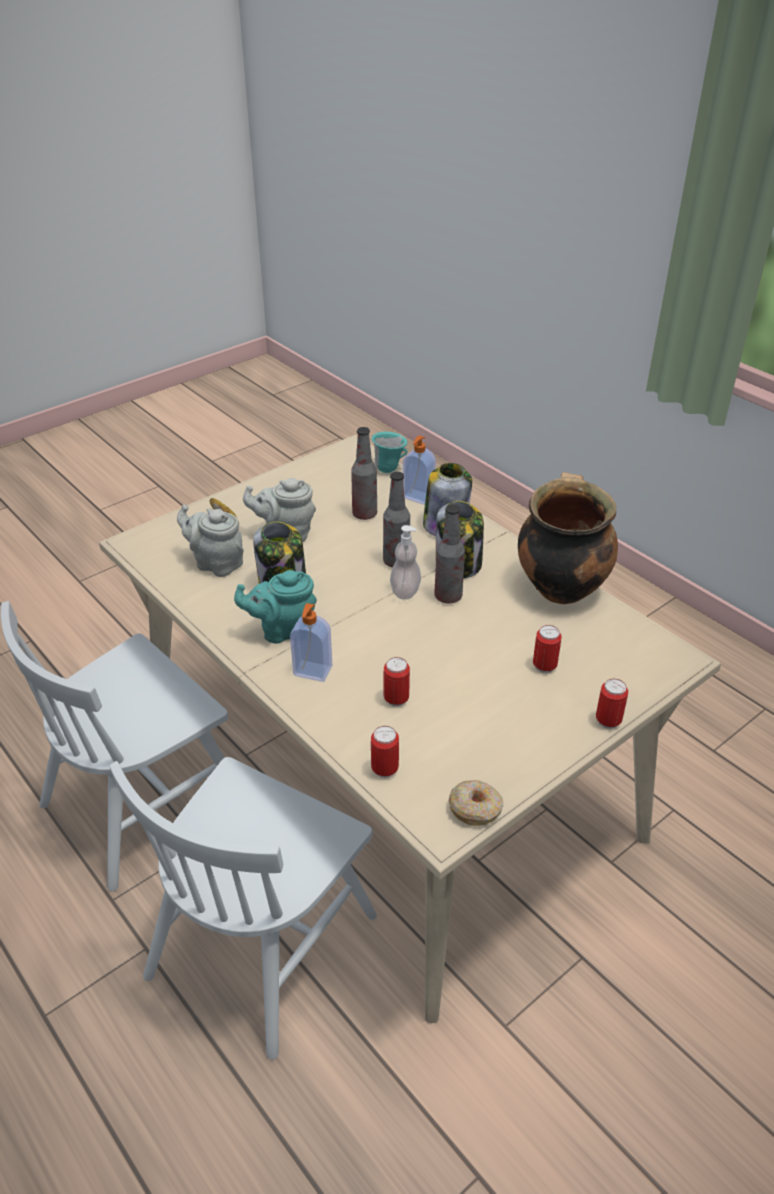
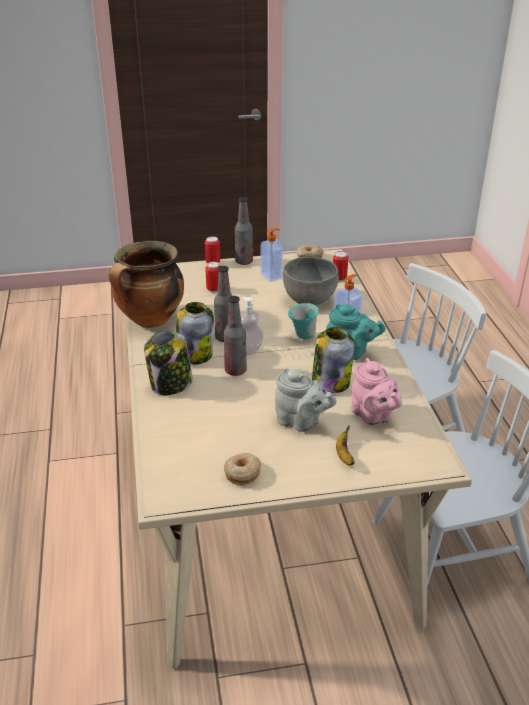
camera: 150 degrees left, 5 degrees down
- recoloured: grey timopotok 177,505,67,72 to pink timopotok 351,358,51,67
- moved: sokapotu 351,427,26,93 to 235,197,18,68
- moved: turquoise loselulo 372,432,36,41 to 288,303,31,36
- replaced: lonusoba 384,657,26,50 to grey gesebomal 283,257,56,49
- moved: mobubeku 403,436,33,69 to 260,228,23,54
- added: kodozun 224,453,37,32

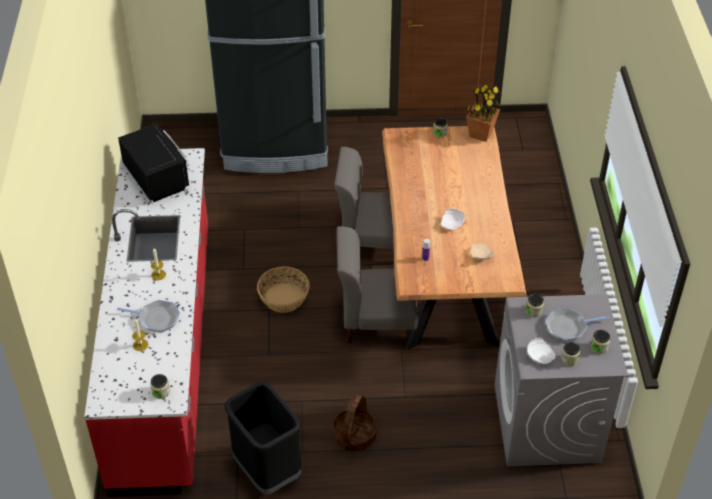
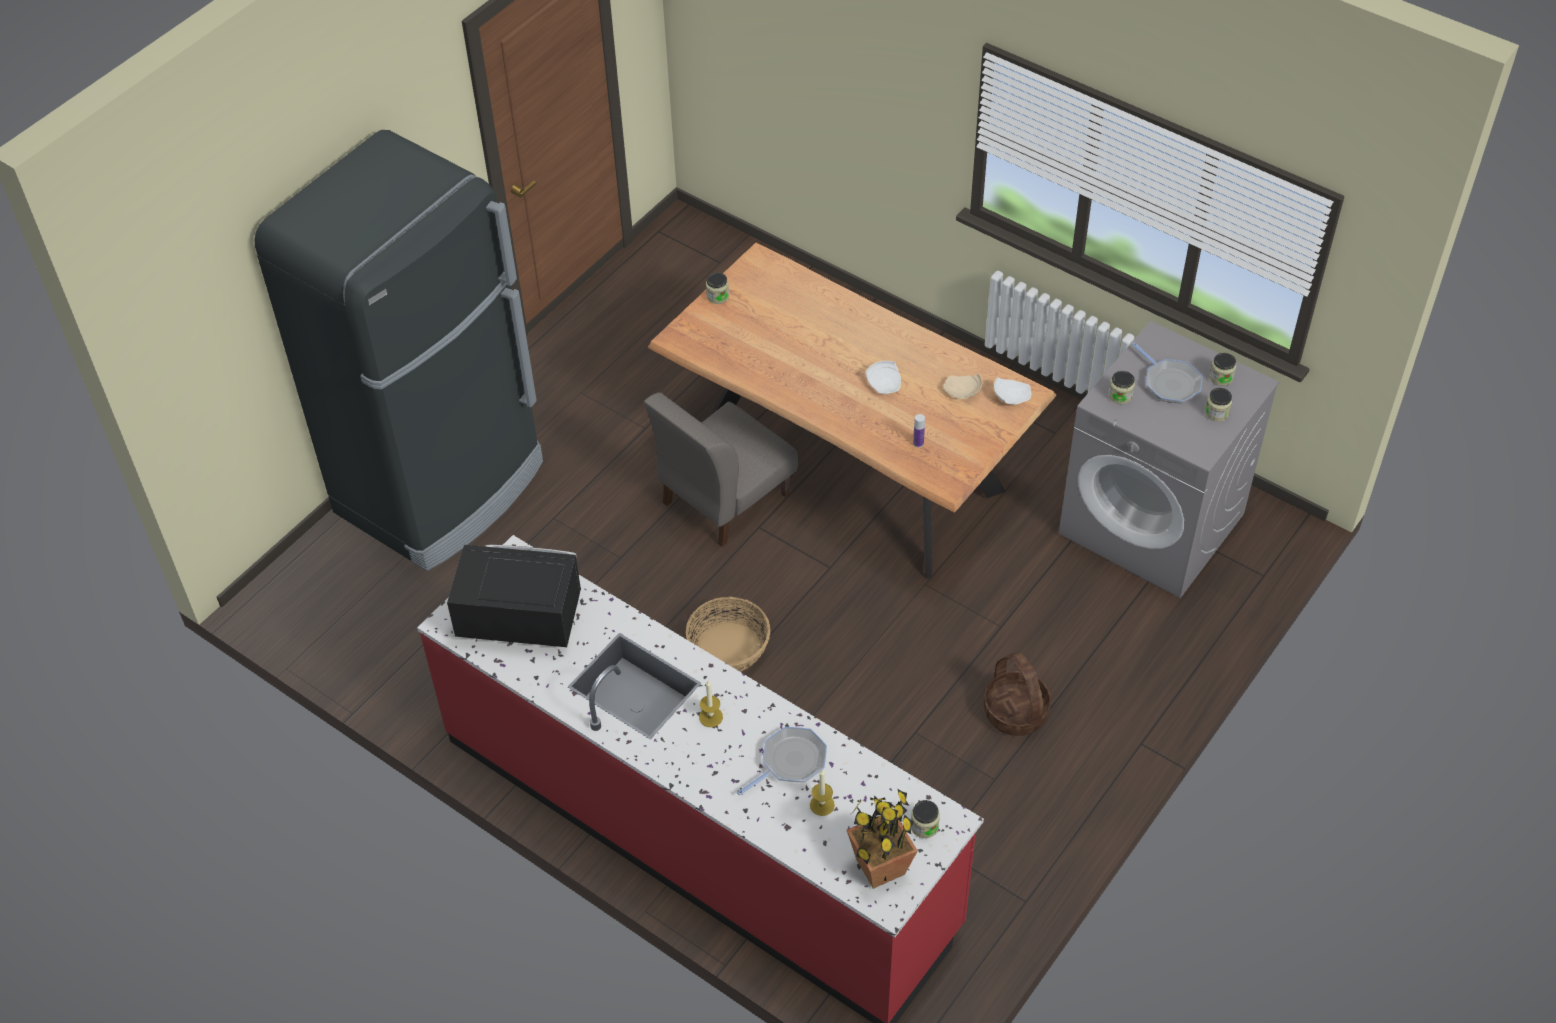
camera: 50 degrees left, 5 degrees up
- removed: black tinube 224,382,77,113
- removed: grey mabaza 337,226,81,117
- moved: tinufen 466,84,34,58 to 847,788,71,101
- moved: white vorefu 527,338,29,26 to 994,377,37,28
- turned: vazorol 545,308,64,33 = 1132,343,70,60 60 degrees counterclockwise

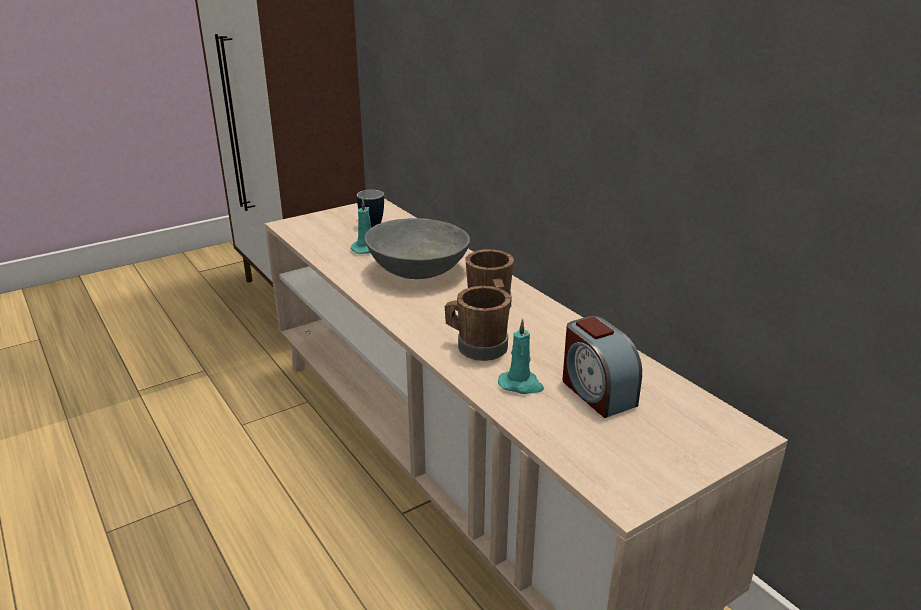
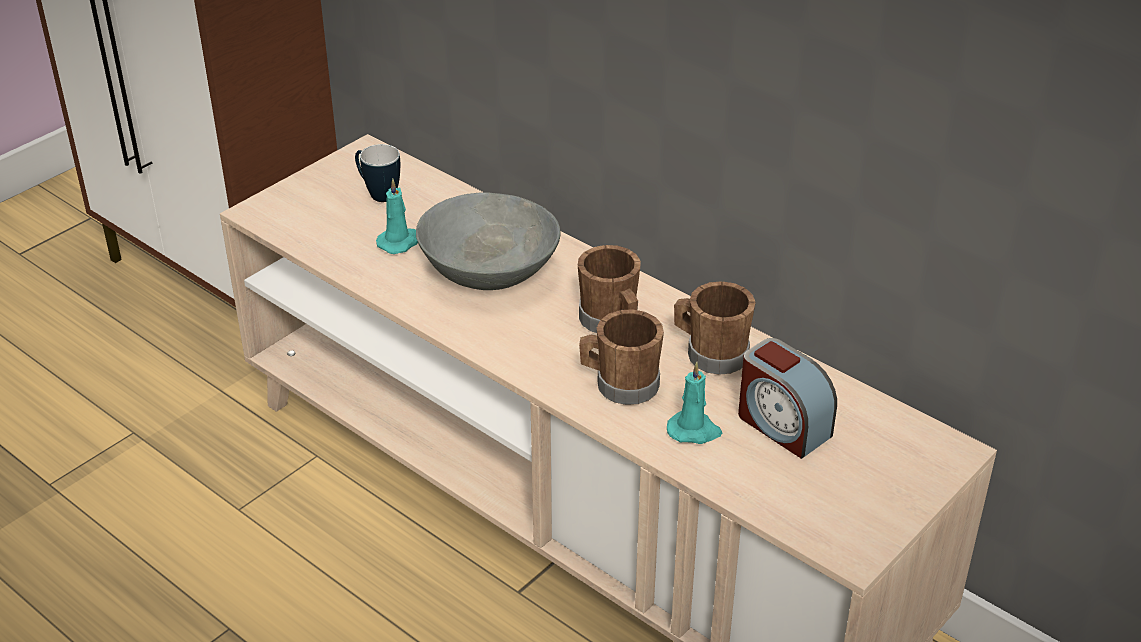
camera: 15 degrees left, 10 degrees up
- added: brown loselulo 674,281,81,94

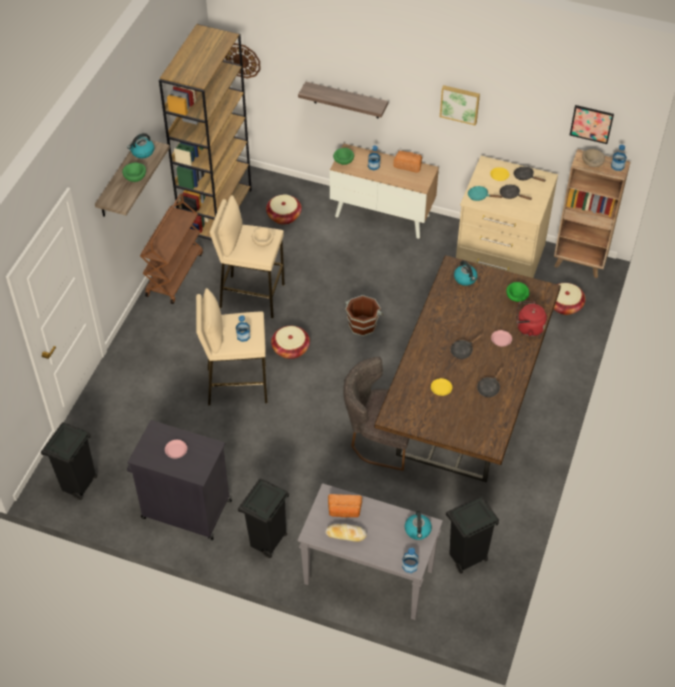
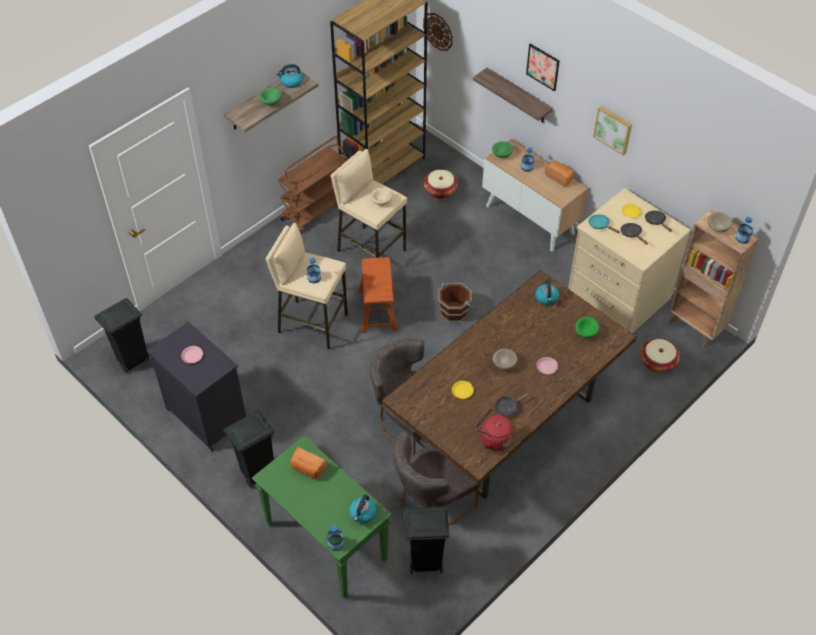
camera: 25 degrees right, 0 degrees up
- replaced: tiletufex 271,326,39,33 to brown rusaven 359,257,39,76
- recoloured: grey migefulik 298,483,145,137 to green migefulik 252,436,140,162
- removed: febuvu 325,524,42,18
- replaced: black vazorol 451,334,32,25 to beige gesebomal 493,349,24,21
- moved: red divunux 516,301,31,35 to 476,409,37,42
- moved: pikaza 570,105,44,39 to 526,43,34,48
- added: grey mabaza 393,431,88,94

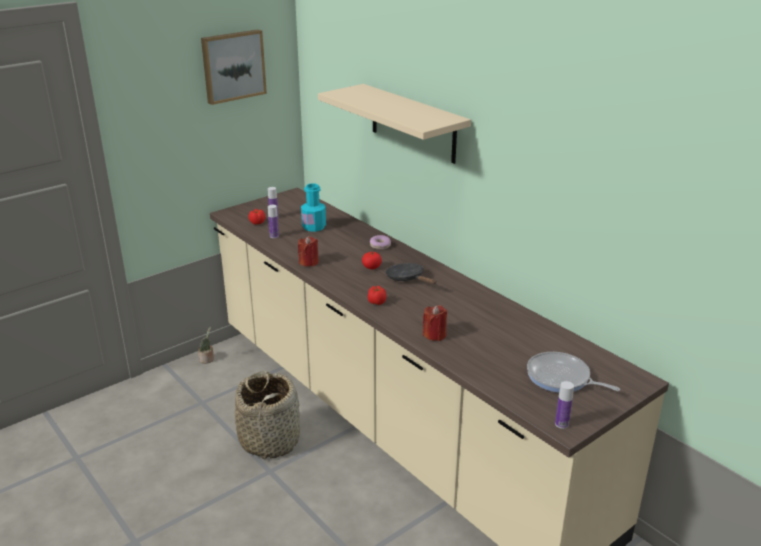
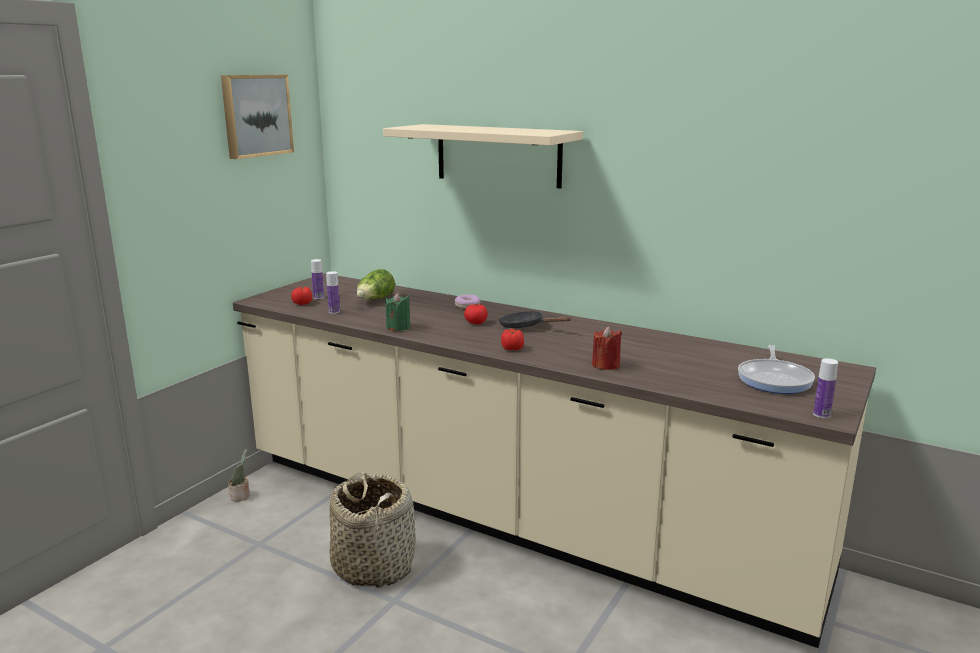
camera: 20 degrees left, 10 degrees down
- recoloured: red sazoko 298,236,21,31 to green sazoko 385,293,26,38
- replaced: turquoise sokapotu 301,183,25,49 to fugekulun 357,269,38,30
- turned: vazorol 527,352,93,41 = 738,345,77,49 90 degrees counterclockwise

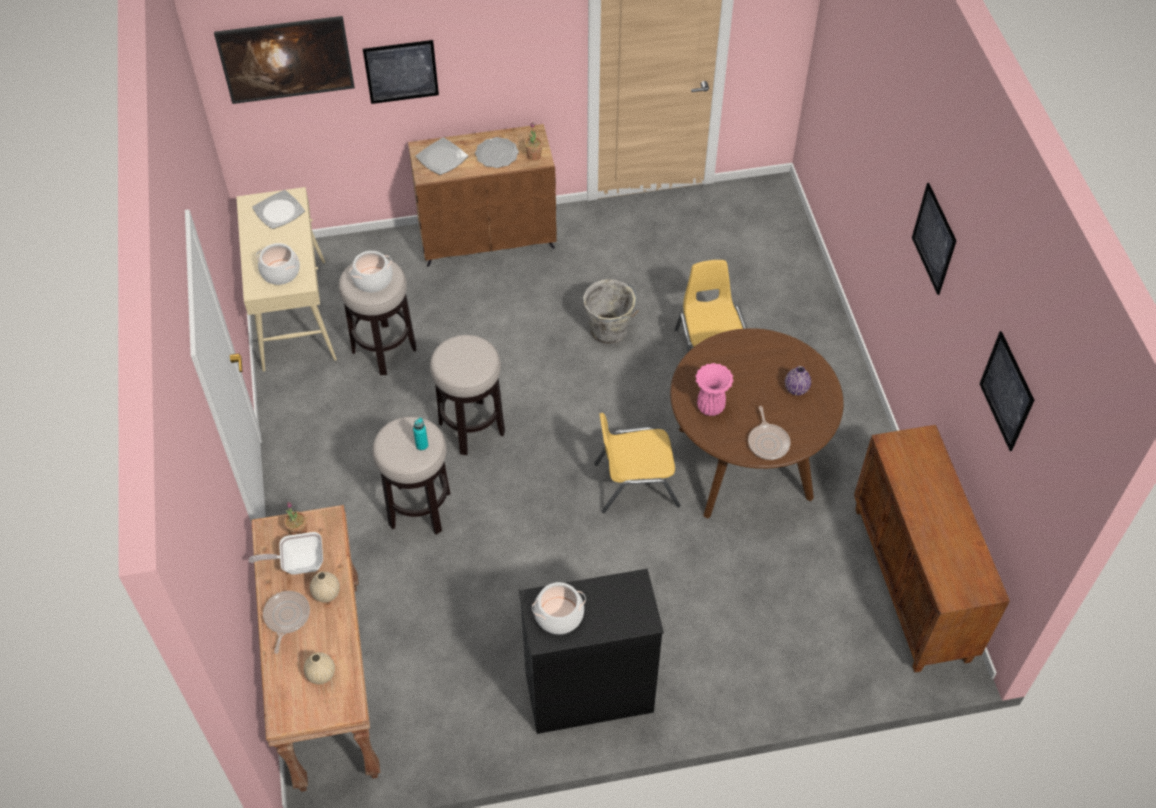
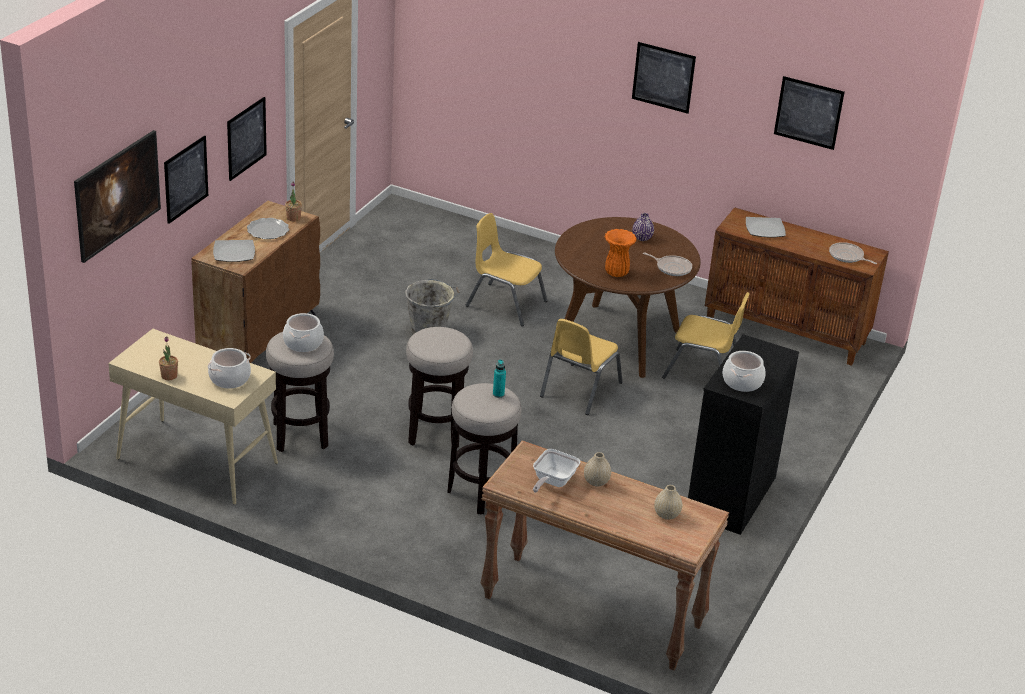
camera: 55 degrees left, 20 degrees down
- moved: vorefu 252,190,53,39 to 746,217,40,21
- moved: vazorol 263,591,47,63 to 829,242,48,22
- moved: tinufen 284,502,23,33 to 159,336,19,44
- recoloured: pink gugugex 695,363,39,53 to orange gugugex 605,229,32,48
- added: pikaza 227,97,40,84
- added: yellow mabaza 662,292,88,87

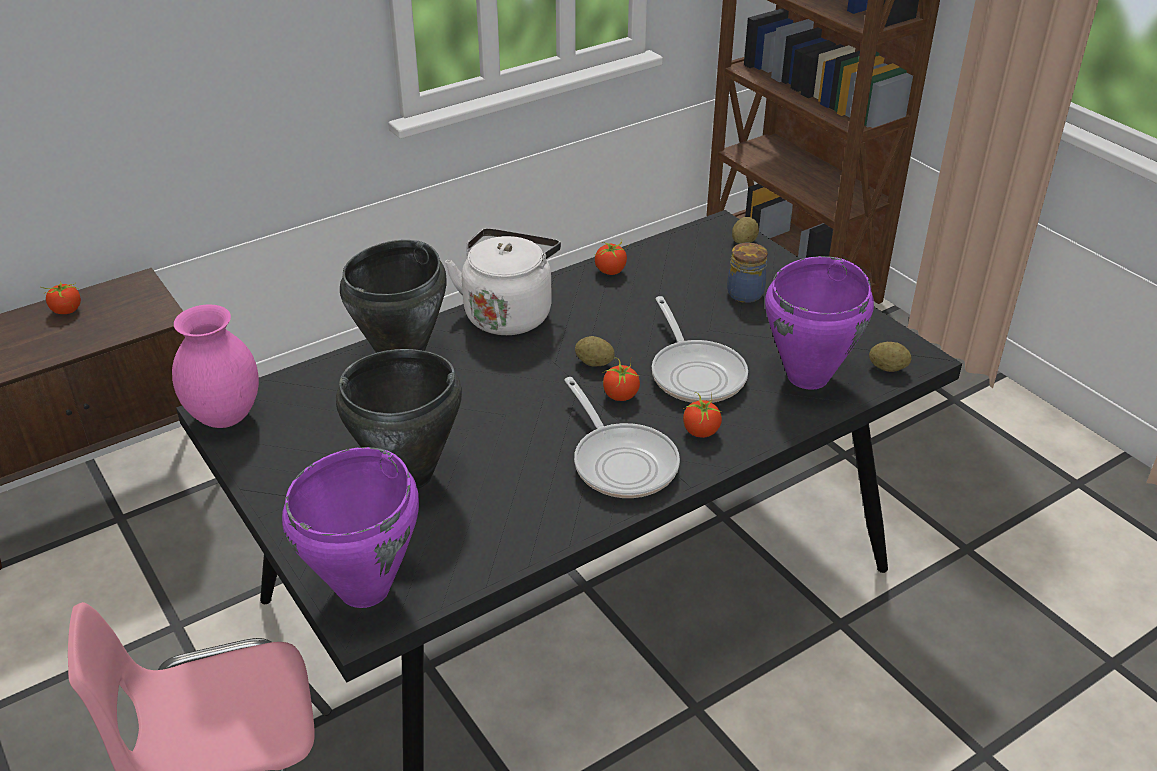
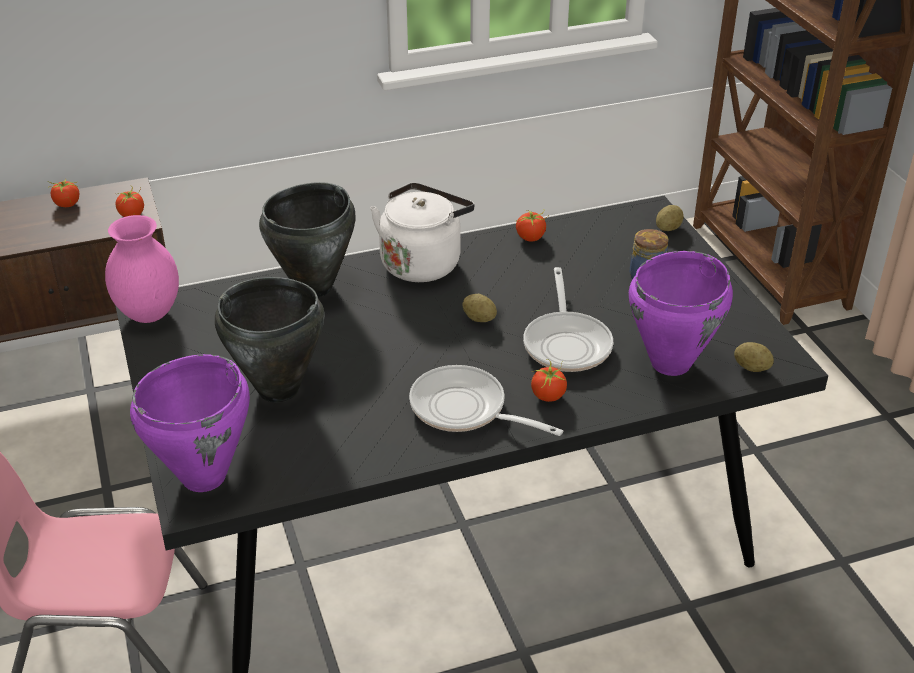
camera: 15 degrees right, 0 degrees up
- turned: vazorol 564,377,116,121 = 409,365,154,71 135 degrees clockwise
- moved: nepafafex 603,358,37,43 to 115,185,29,32

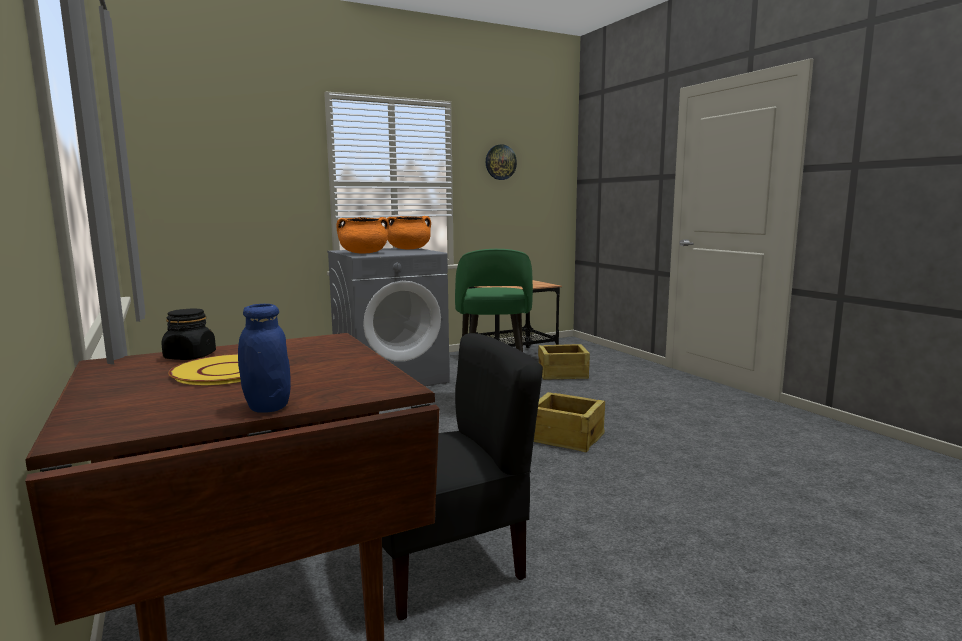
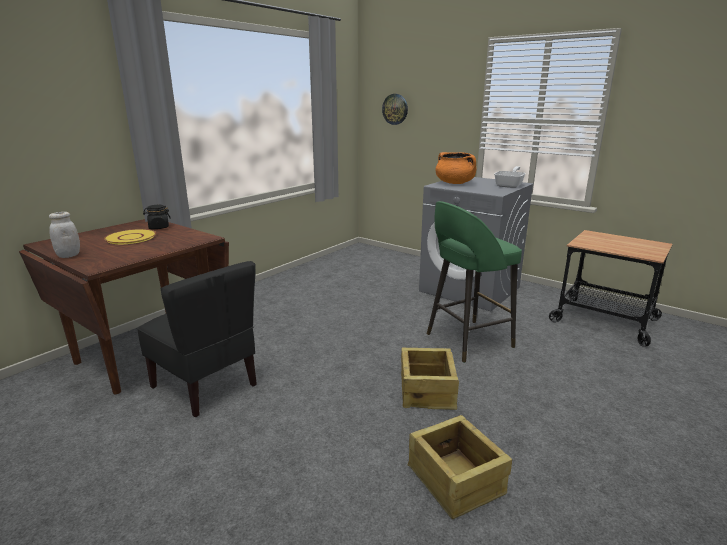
camera: 65 degrees right, 10 degrees up
- recoloured: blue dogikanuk 238,304,53,109 to white dogikanuk 49,212,31,46
- replaced: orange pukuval 387,216,44,33 to vazorol 494,166,32,22
- moved: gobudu 486,144,31,36 to 382,94,26,31
- moved: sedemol 538,344,52,36 to 407,415,105,104

